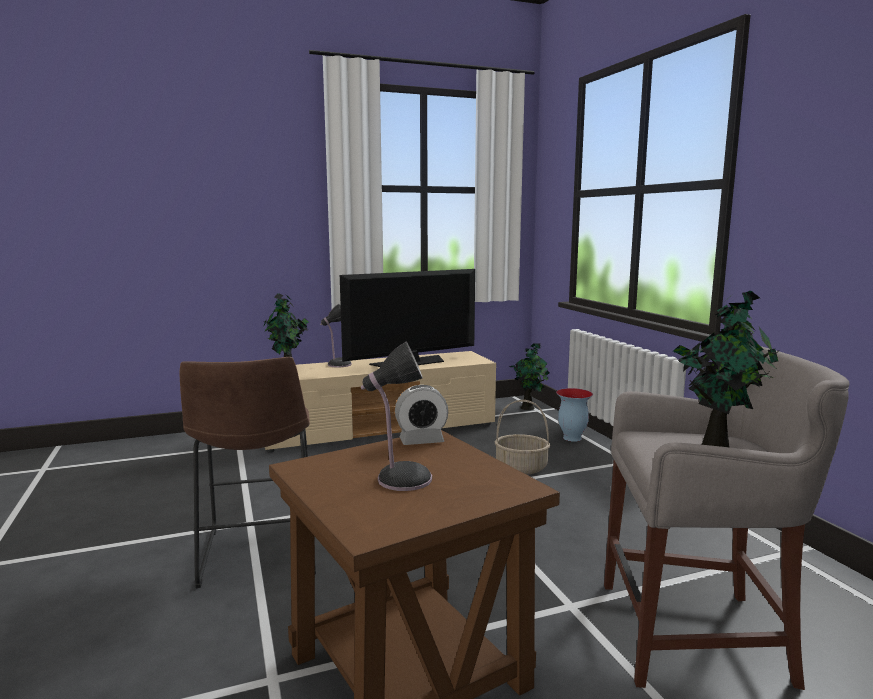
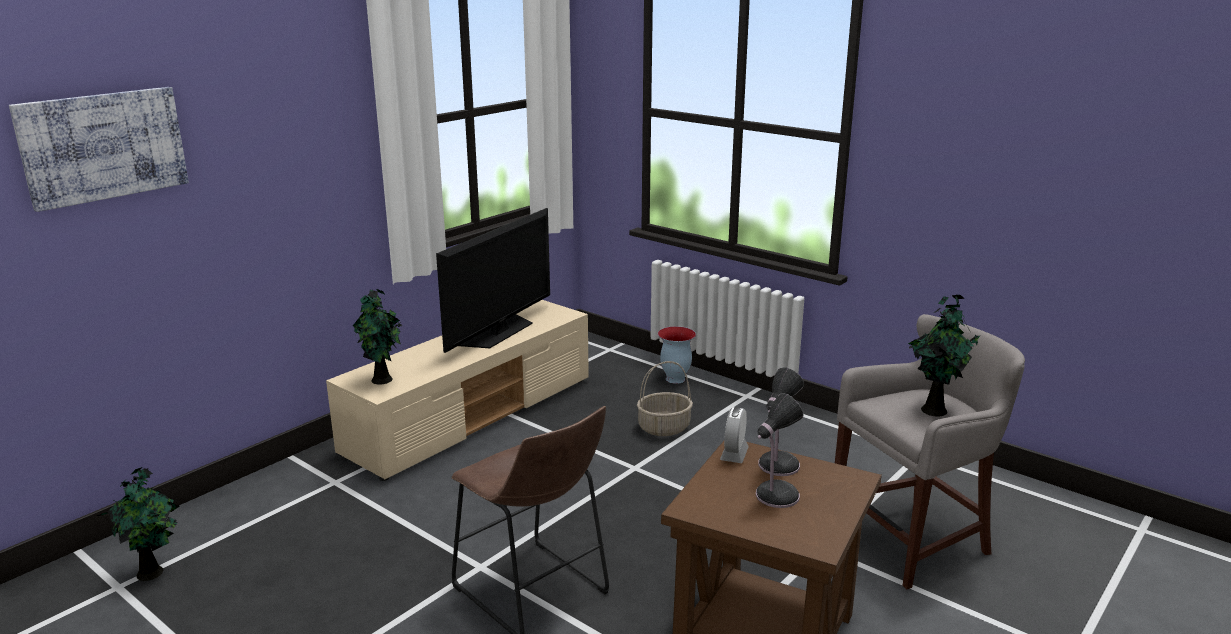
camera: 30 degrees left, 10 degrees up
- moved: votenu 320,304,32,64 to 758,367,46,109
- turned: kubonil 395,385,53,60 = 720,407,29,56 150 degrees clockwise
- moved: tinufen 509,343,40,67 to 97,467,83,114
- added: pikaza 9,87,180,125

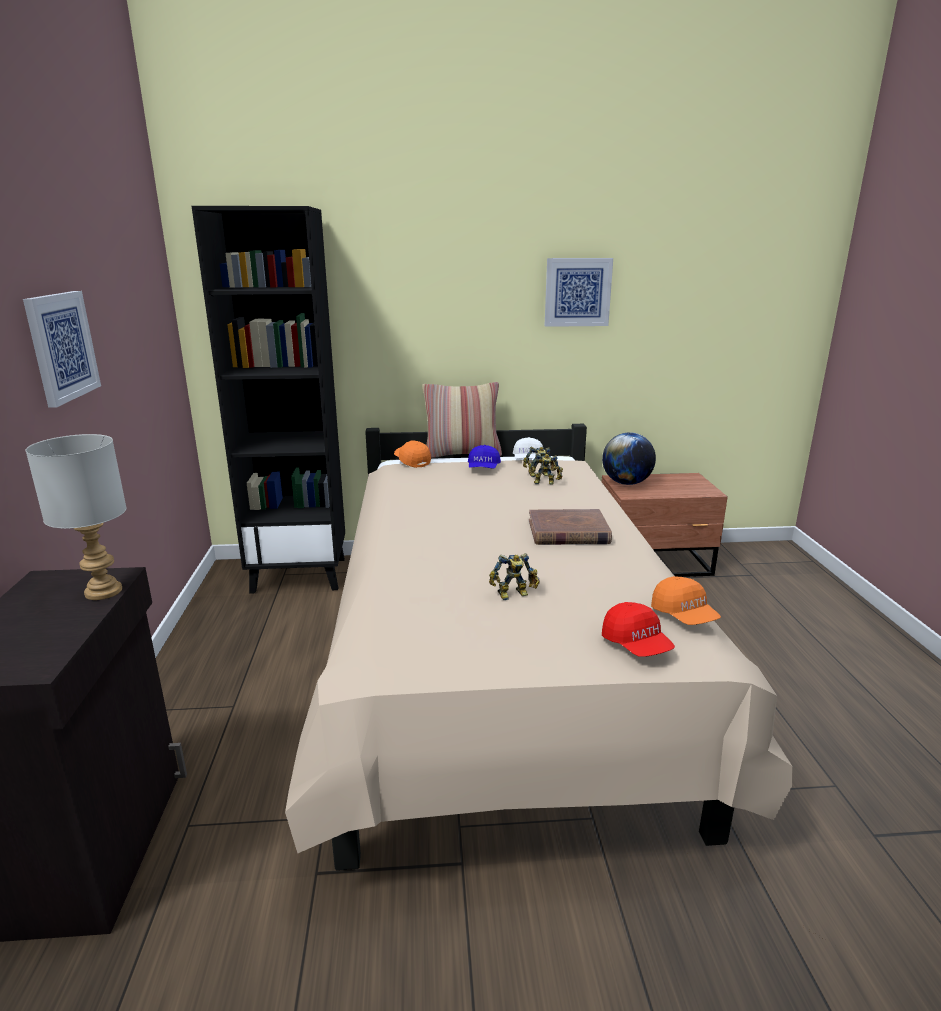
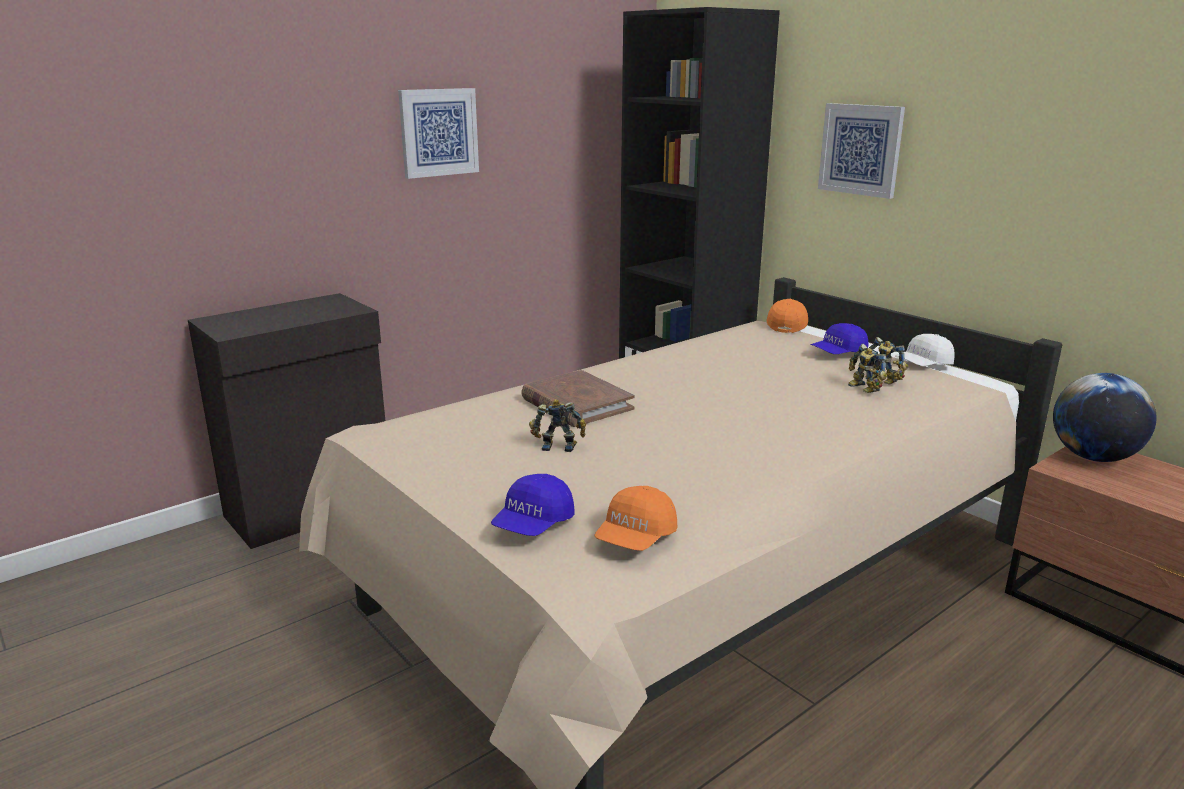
camera: 55 degrees right, 0 degrees up
- removed: grey votenu 25,434,102,166
- removed: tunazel 422,382,80,76
- turned: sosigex 489,553,51,47 = 529,399,57,53 150 degrees clockwise
- moved: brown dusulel 529,509,83,36 to 521,370,114,57
- moved: pikaza 545,258,68,69 to 818,103,87,96
- recoloured: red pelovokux 602,602,73,55 to blue pelovokux 491,474,84,62

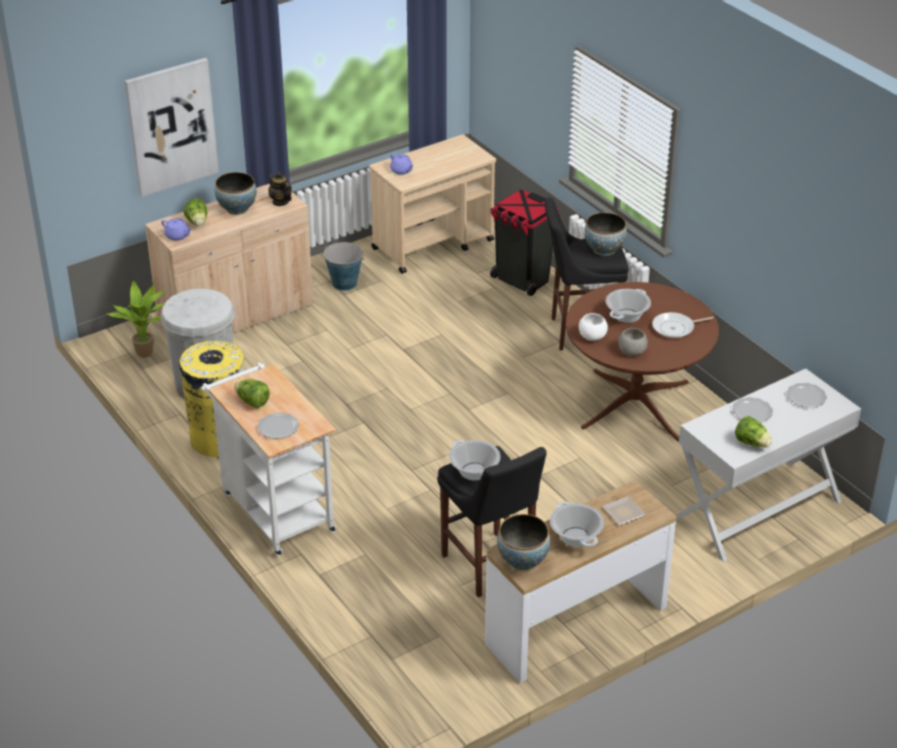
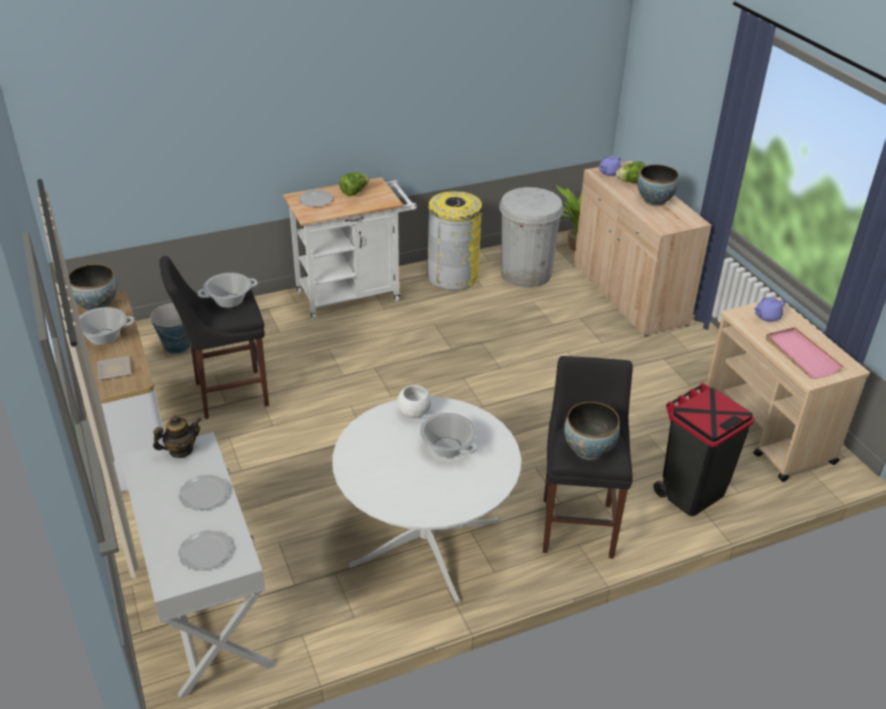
camera: 100 degrees right, 0 degrees up
- removed: pikaza 125,58,94,139
- moved: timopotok 268,172,24,34 to 153,415,48,43
- moved: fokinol 324,242,41,49 to 150,303,40,51
- recoloured: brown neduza 566,282,153,159 to white neduza 332,397,189,207
- removed: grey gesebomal 618,328,30,28
- removed: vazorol 652,312,62,26
- removed: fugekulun 735,416,37,32
- added: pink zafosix 766,327,77,52

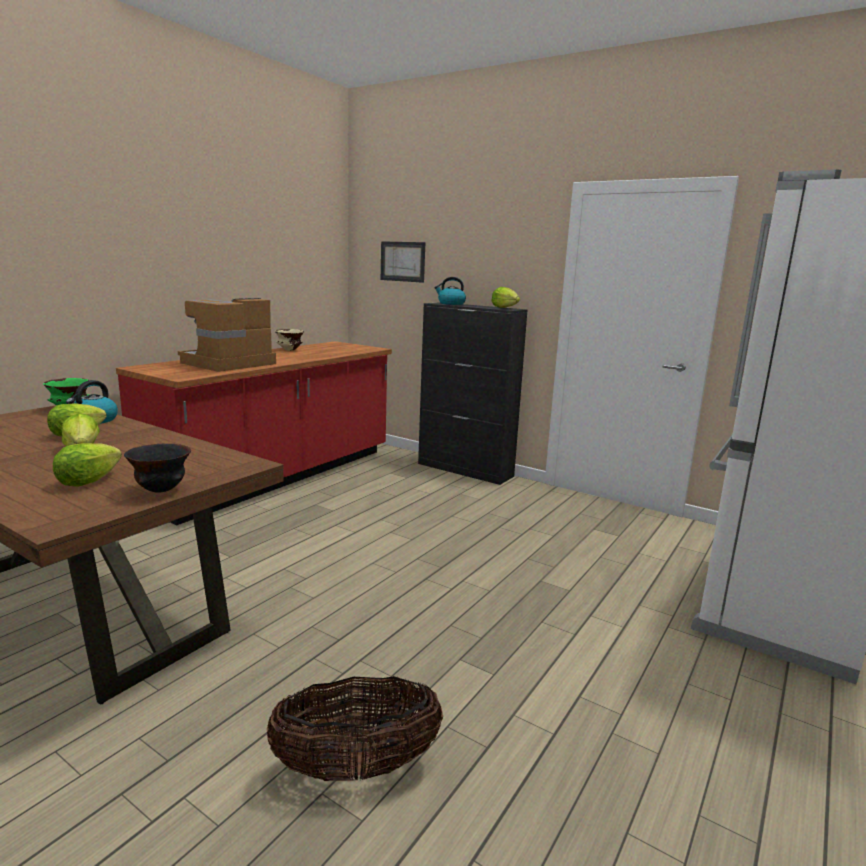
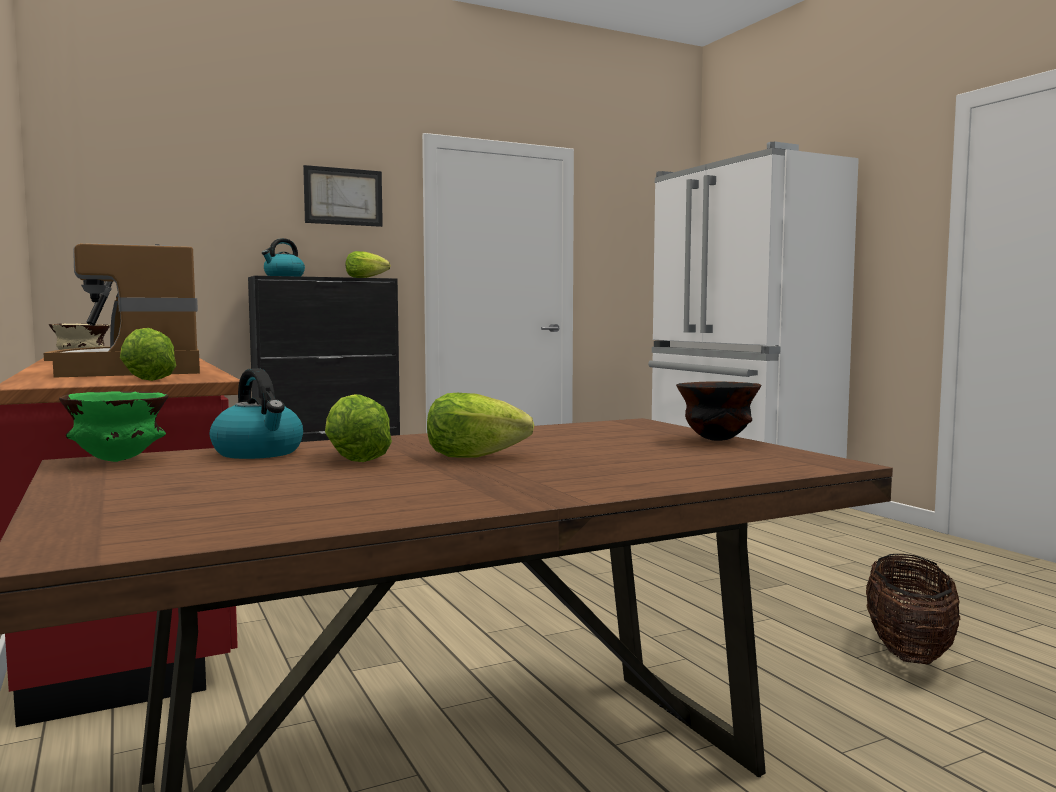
camera: 60 degrees left, 10 degrees down
- moved: fugekulun 53,443,69,44 to 120,328,56,53
- moved: pikaza 381,241,44,42 to 303,165,80,62

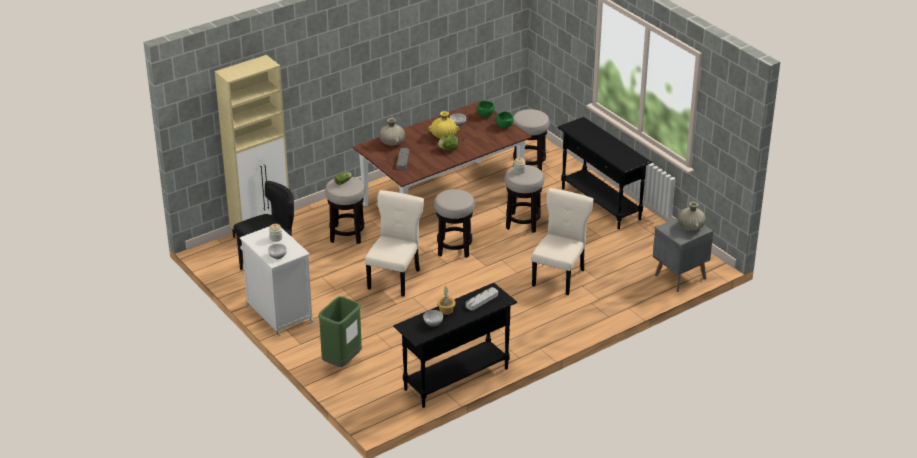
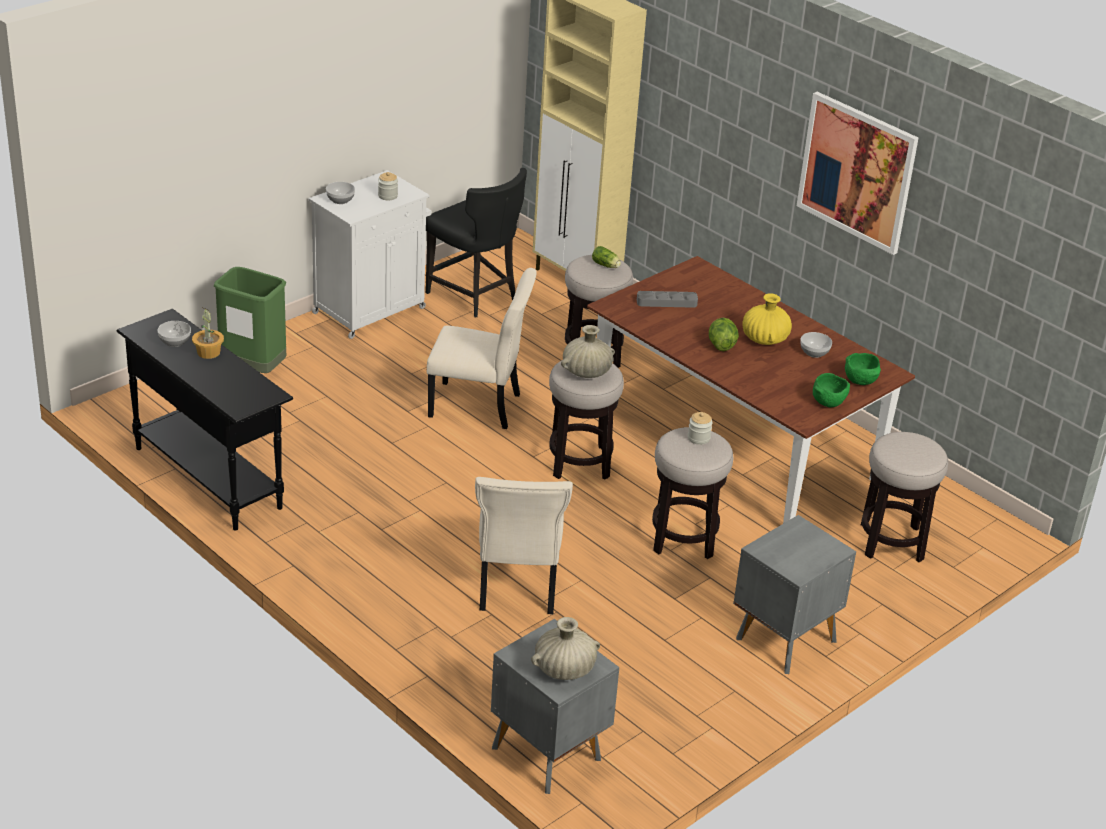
camera: 80 degrees right, 0 degrees up
- moved: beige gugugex 379,118,26,28 to 561,325,54,53
- removed: grey zafosix 466,287,32,23
- turned: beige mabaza 531,188,63,107 = 475,477,98,137 75 degrees clockwise
- replaced: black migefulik 557,117,95,112 to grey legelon 733,515,123,159
- added: pikaza 797,92,121,163

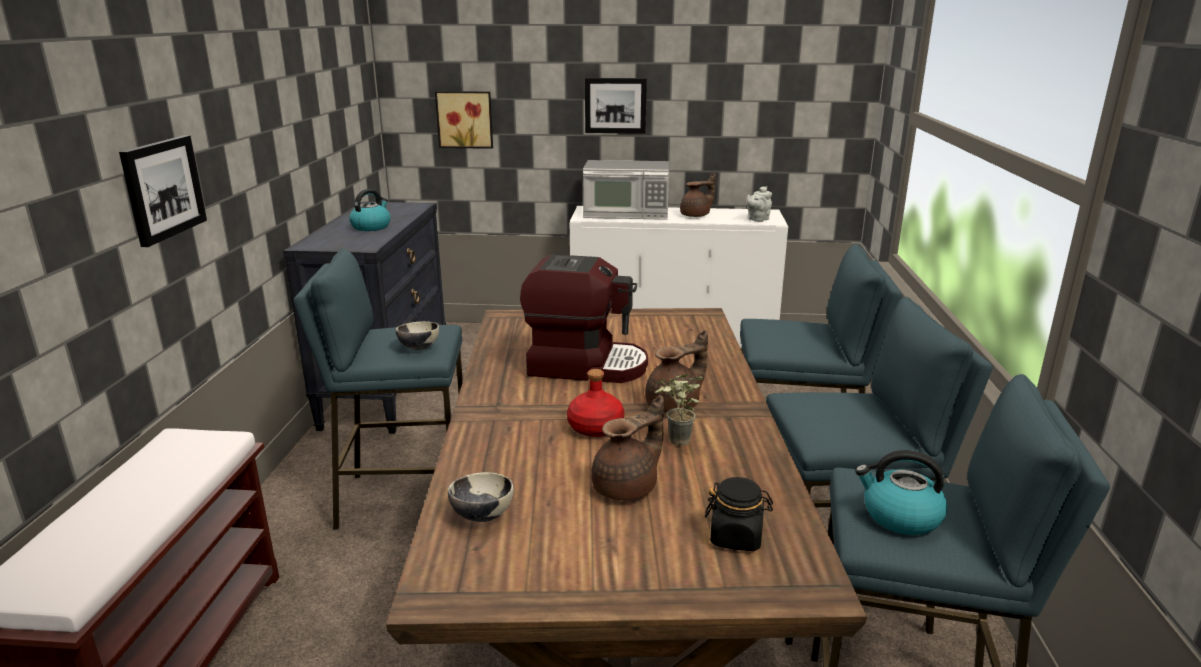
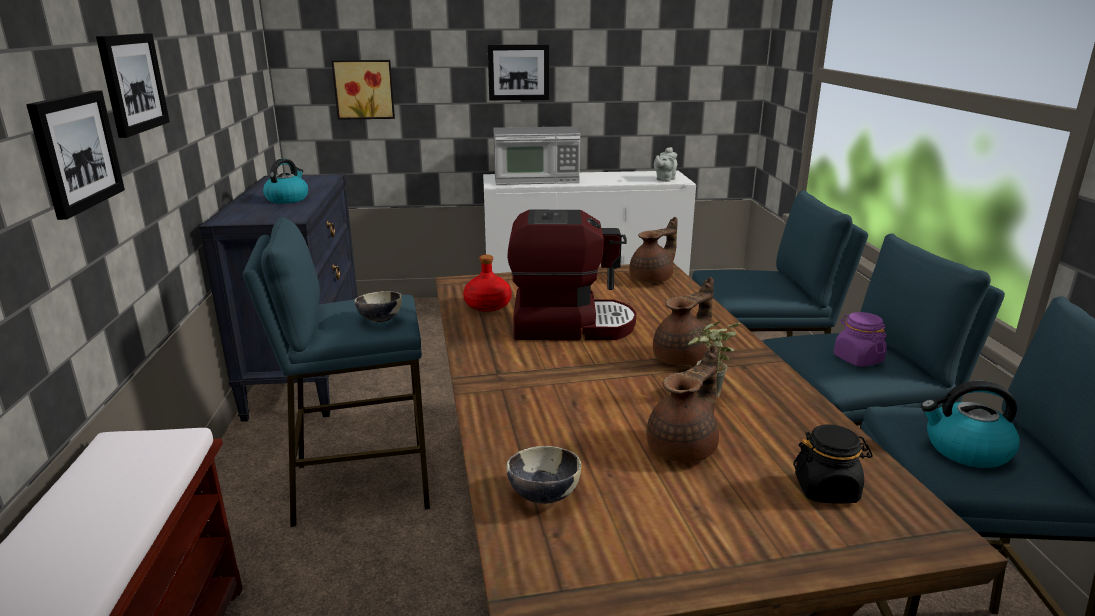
camera: 10 degrees left, 0 degrees up
- moved: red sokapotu 567,369,58,68 to 463,255,49,57
- moved: brown timopotok 680,173,35,44 to 629,217,49,66
- added: pikaza 96,33,74,105
- added: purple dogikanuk 834,312,53,55

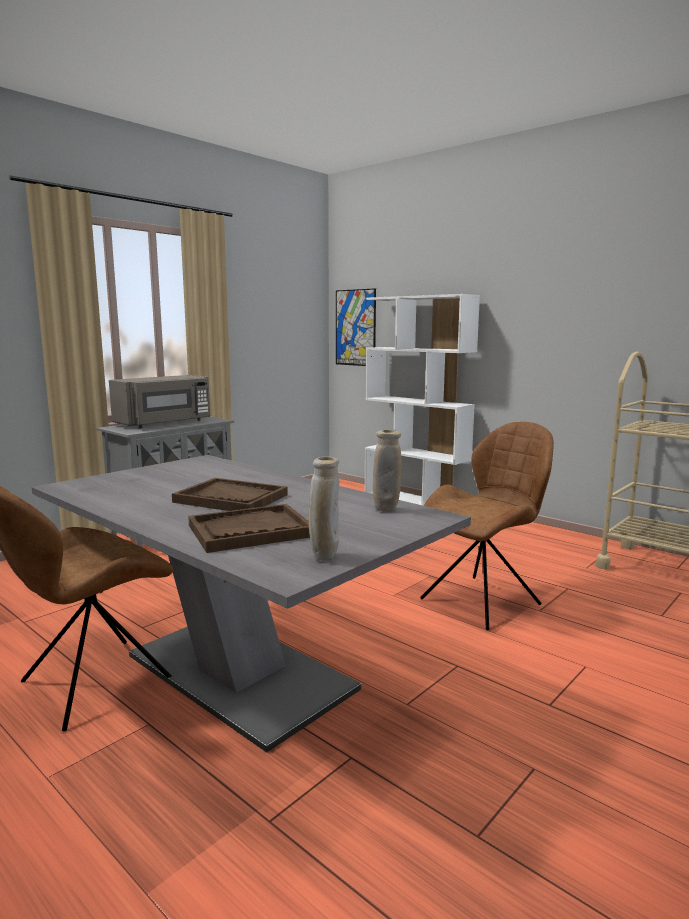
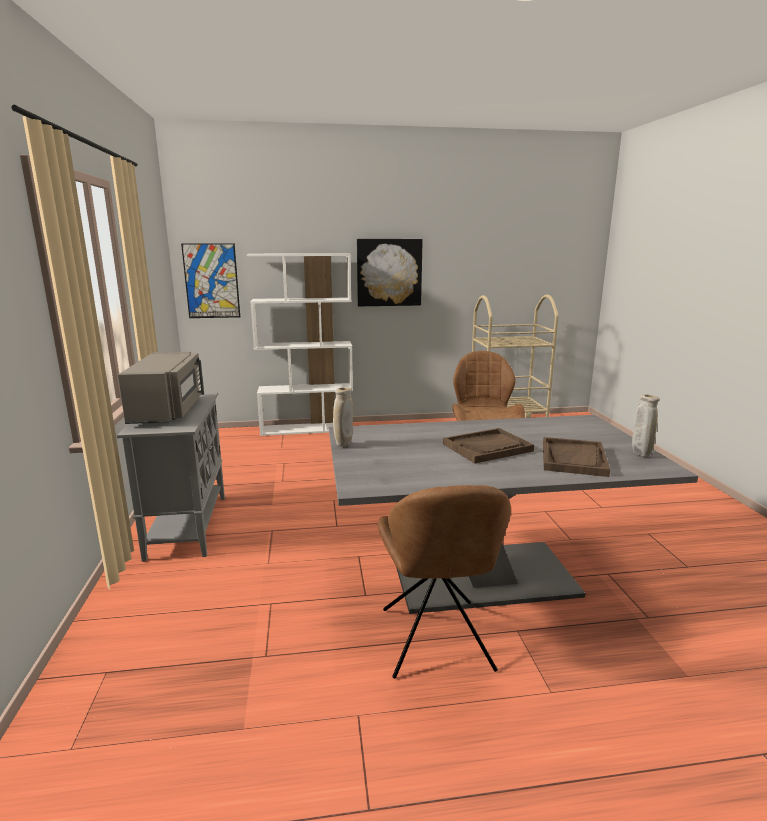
camera: 50 degrees left, 5 degrees up
- moved: beige gugugex 373,430,28,81 to 333,387,20,60
- added: pikaza 357,239,66,67

